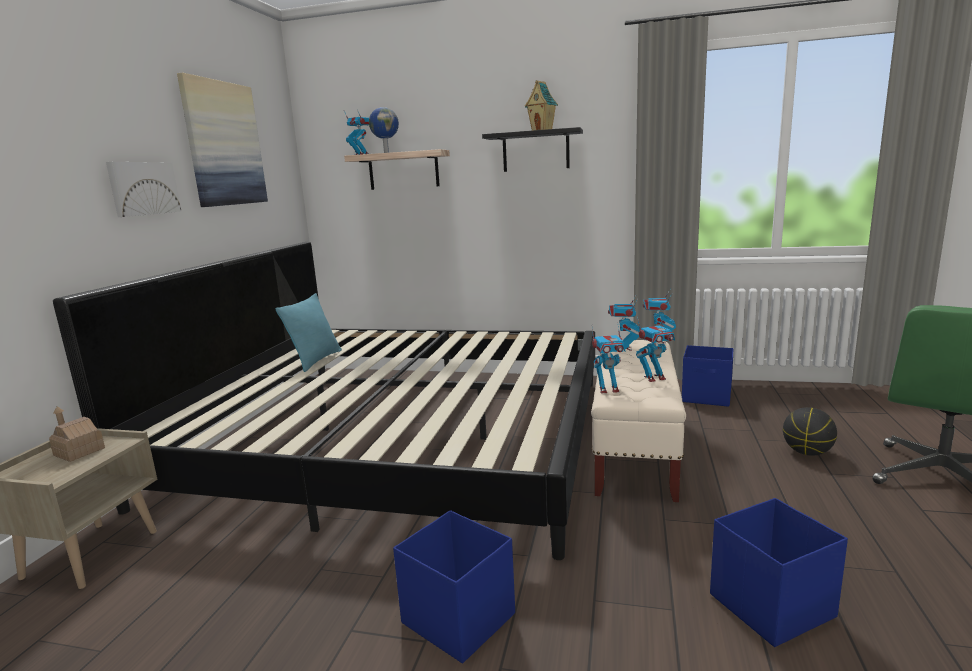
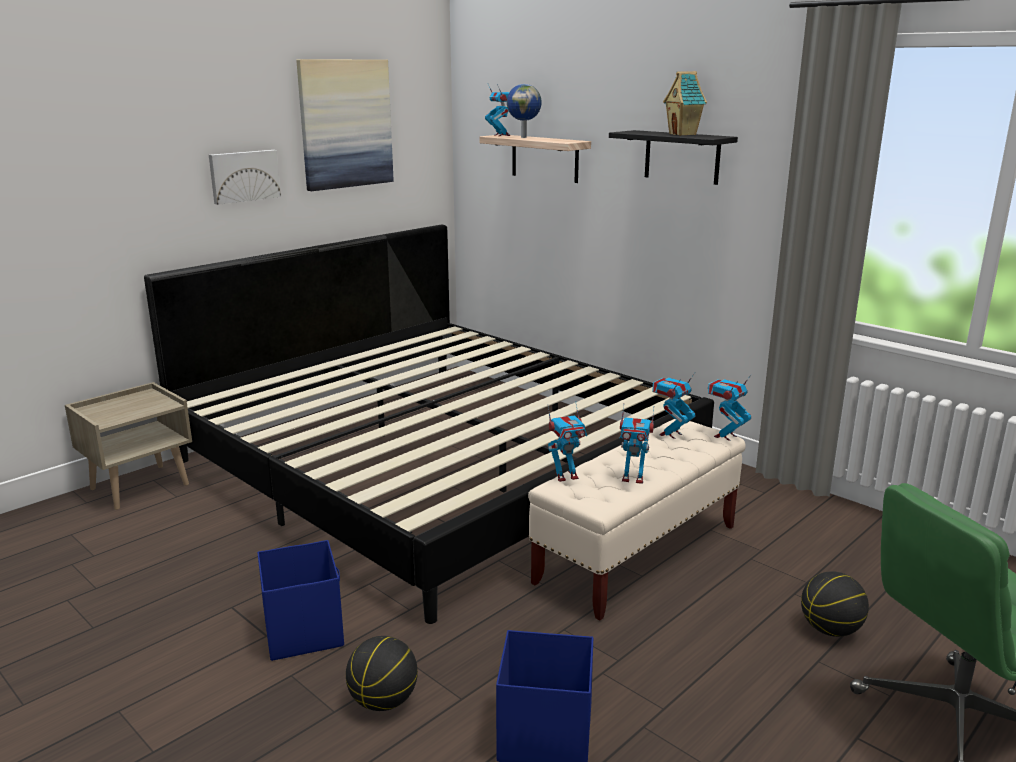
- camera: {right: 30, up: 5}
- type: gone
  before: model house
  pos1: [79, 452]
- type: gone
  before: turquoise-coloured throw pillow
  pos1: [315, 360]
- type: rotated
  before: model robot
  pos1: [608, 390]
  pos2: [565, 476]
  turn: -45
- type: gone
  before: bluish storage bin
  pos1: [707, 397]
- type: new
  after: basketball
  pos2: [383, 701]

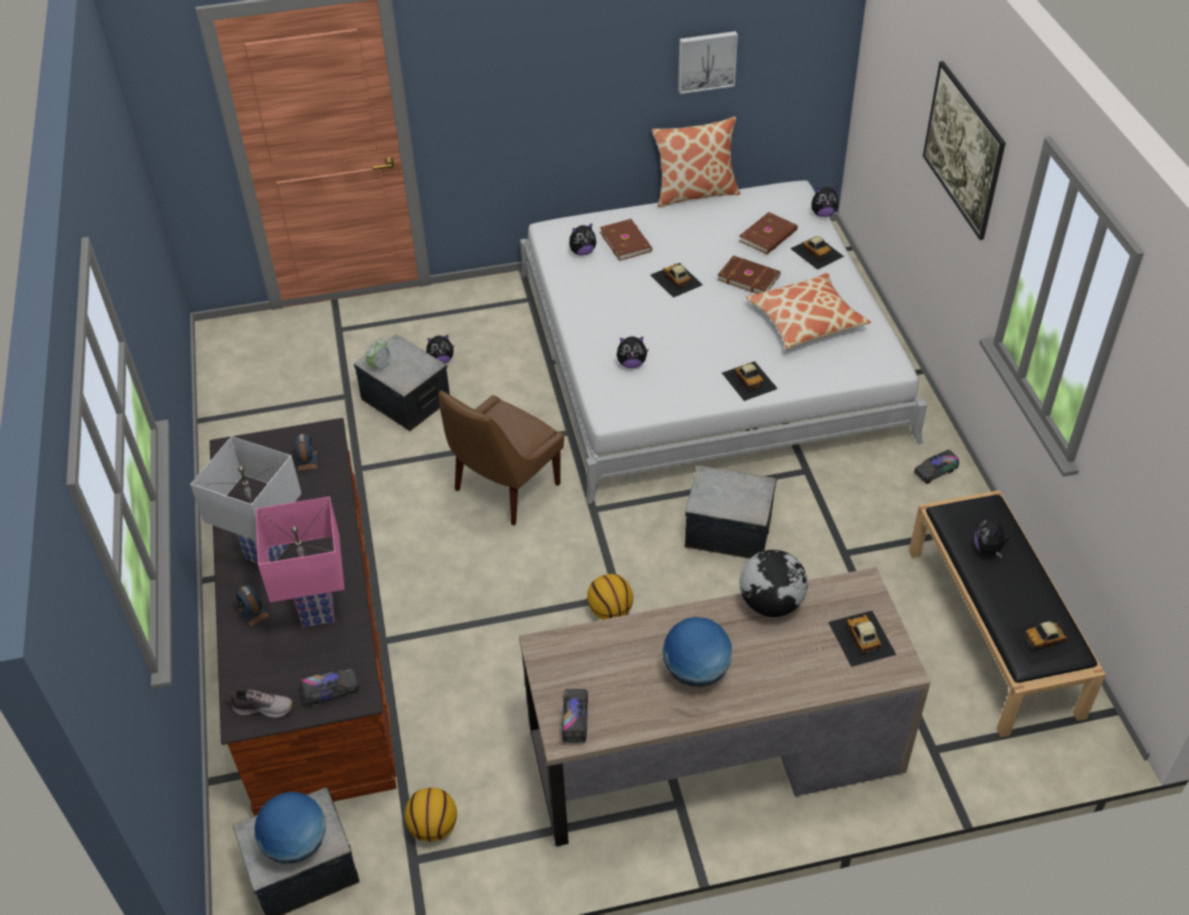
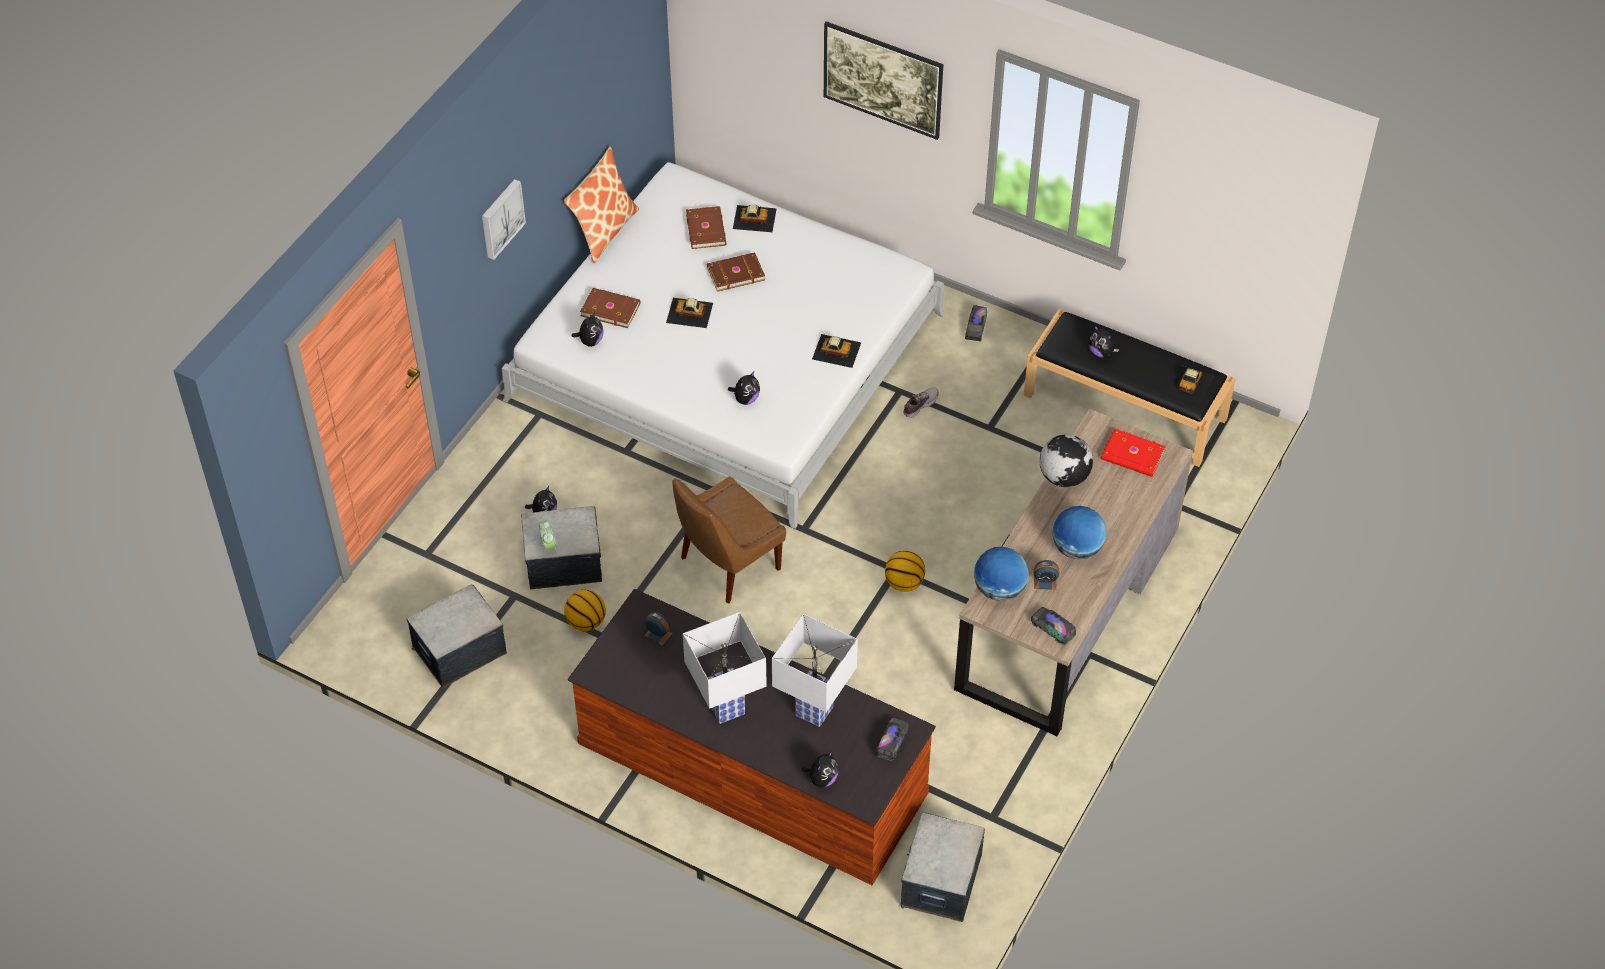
- camera: {right: -50, up: 5}
- type: shifted
  before: shoe
  pos1: [263, 707]
  pos2: [919, 405]
- type: shifted
  before: bedside clock
  pos1: [253, 613]
  pos2: [1045, 582]
- type: shifted
  before: globe
  pos1: [296, 844]
  pos2: [999, 590]
- type: repainted
  before: pink-coloured tabletop lamp
  after: white tabletop lamp
  pos1: [318, 611]
  pos2: [814, 710]
- type: shifted
  before: basketball
  pos1: [433, 827]
  pos2: [586, 622]
- type: rotated
  before: brown chair
  pos1: [504, 489]
  pos2: [727, 565]
  turn: 60
- type: shifted
  before: picture
  pos1: [706, 61]
  pos2: [501, 218]
- type: shifted
  before: storage bin
  pos1: [728, 530]
  pos2: [459, 650]
- type: gone
  before: throw pillow
  pos1: [806, 320]
- type: shifted
  before: soft toy
  pos1: [823, 214]
  pos2: [822, 779]
- type: swapped
  before: toy car
  after: reddish volume
  pos1: [861, 638]
  pos2: [1132, 456]

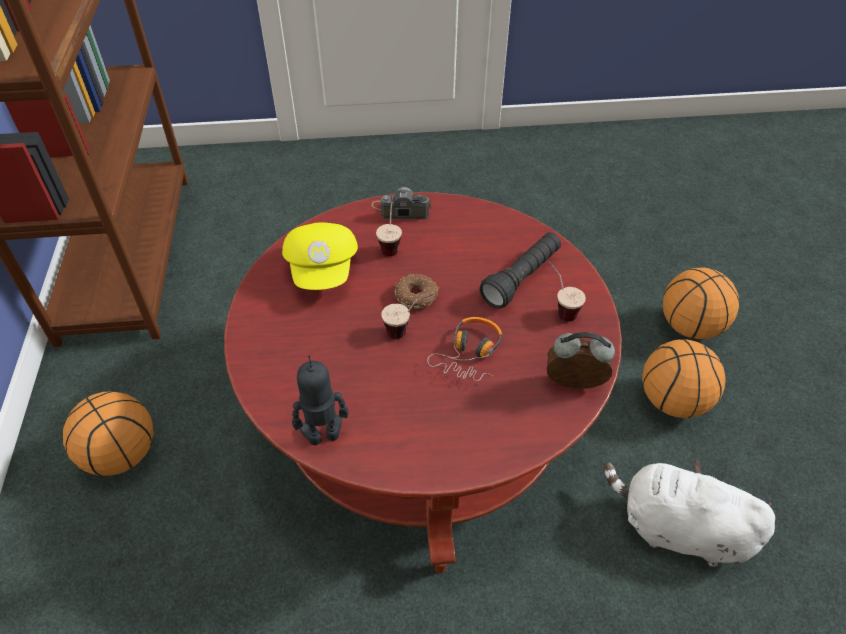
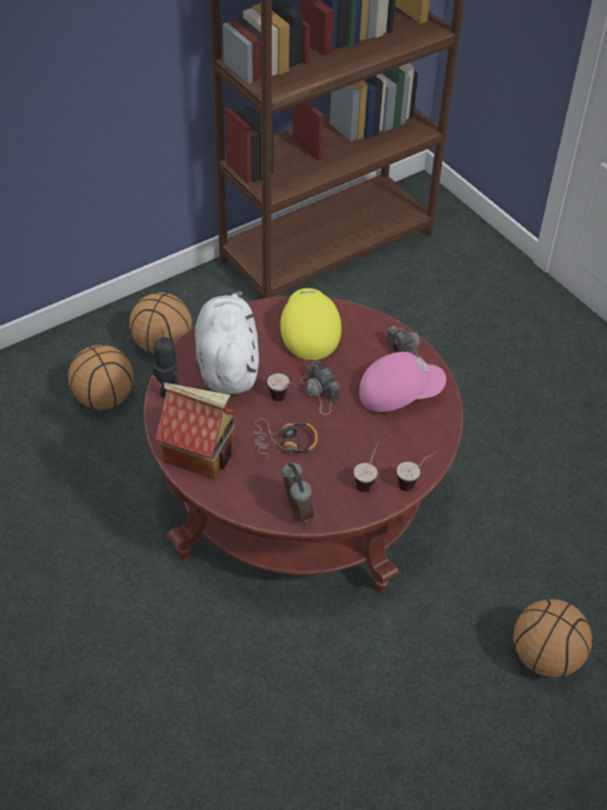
- camera: {right: 60, up: 0}
- type: rotated
  before: yellow-coloured baseball cap
  pos1: [323, 269]
  pos2: [308, 333]
  turn: 120
- type: shifted
  before: cup
  pos1: [391, 243]
  pos2: [415, 482]
- type: swapped
  before: donut
  after: photo camera
  pos1: [417, 296]
  pos2: [319, 393]
- type: gone
  before: black hand torch
  pos1: [521, 278]
- type: shifted
  before: white soft toy
  pos1: [677, 529]
  pos2: [227, 364]
- type: shifted
  before: basketball
  pos1: [673, 401]
  pos2: [104, 399]
- type: new
  after: model house
  pos2: [201, 453]
- type: new
  after: pink-coloured baseball cap
  pos2: [399, 393]

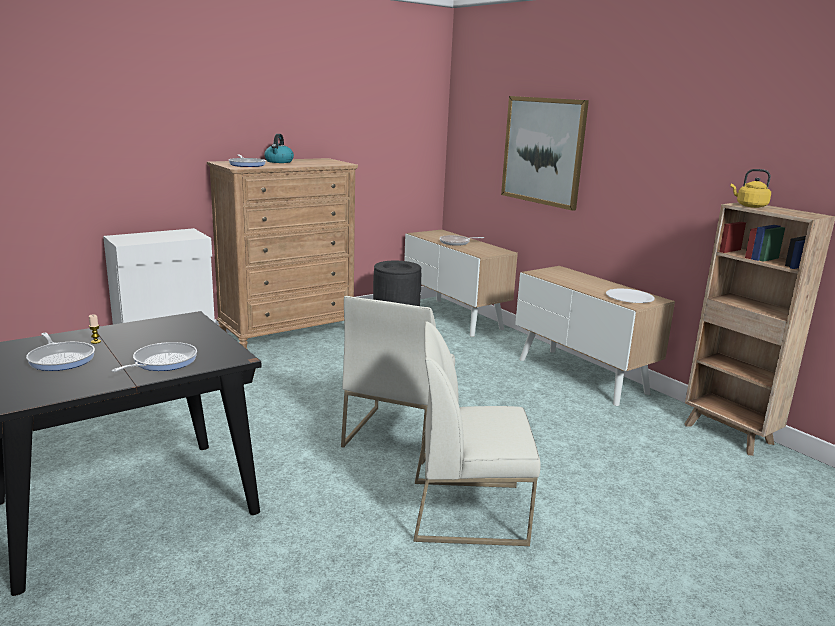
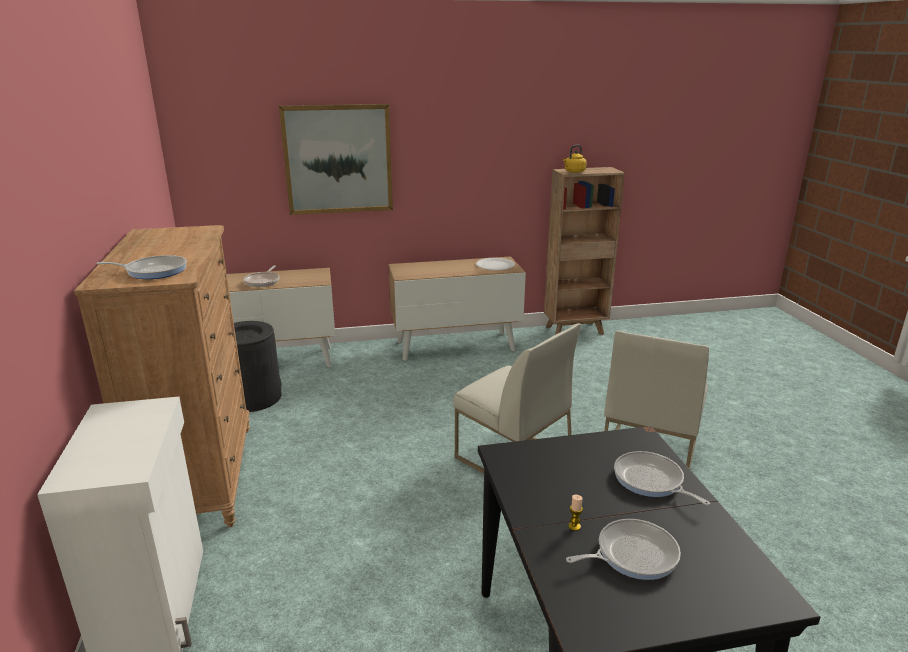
- camera: {right: -65, up: 5}
- type: gone
  before: kettle
  pos1: [279, 162]

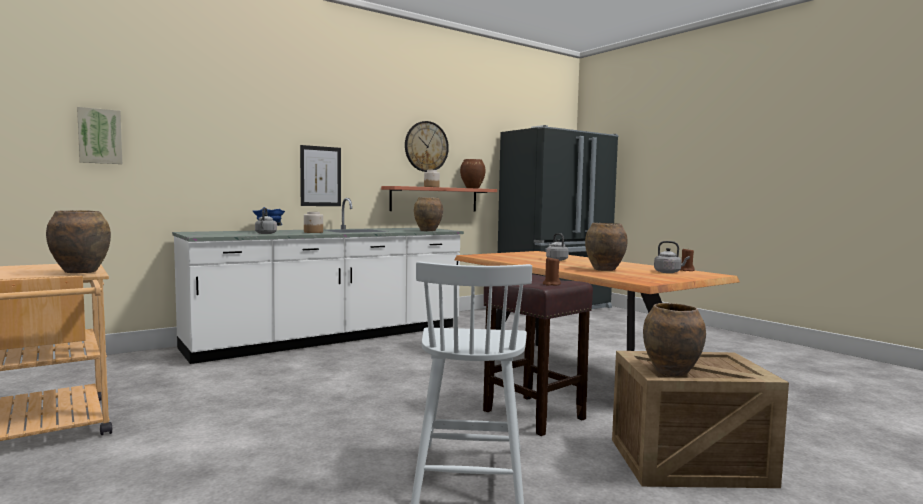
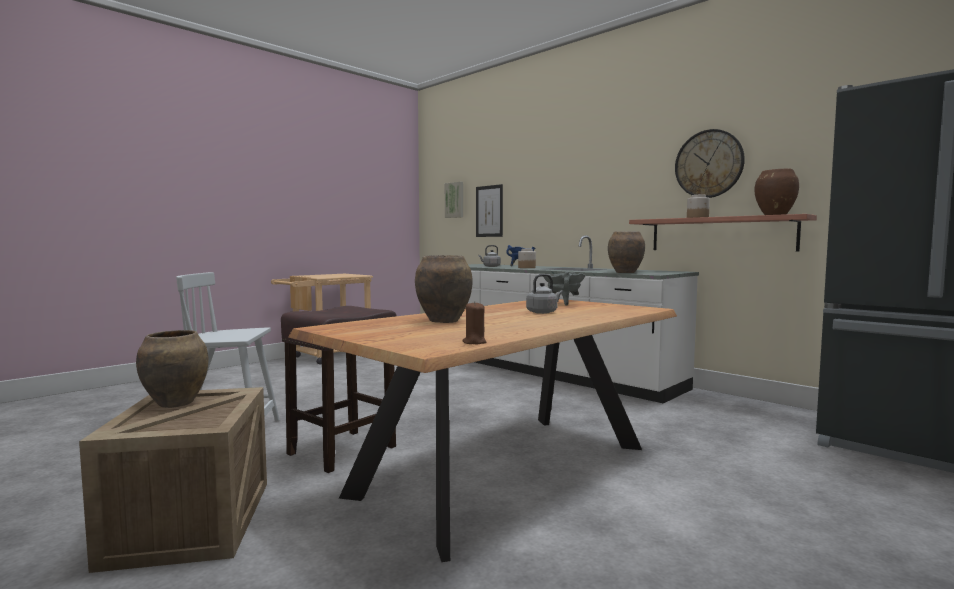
- camera: {right: 80, up: 0}
- type: gone
  before: brown flower vase
  pos1: [81, 272]
- type: shifted
  before: picture
  pos1: [320, 176]
  pos2: [489, 211]
- type: gone
  before: brown wax candle
  pos1: [551, 284]
- type: gone
  before: greyish kettle
  pos1: [668, 272]
- type: new
  after: greyish stockpot
  pos2: [563, 303]

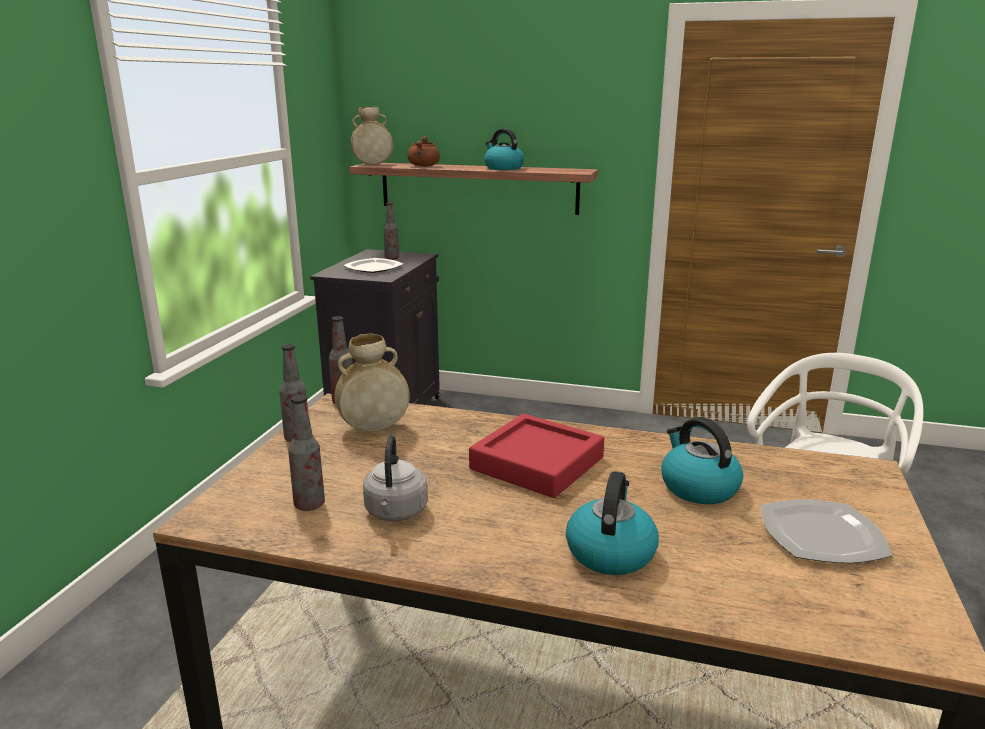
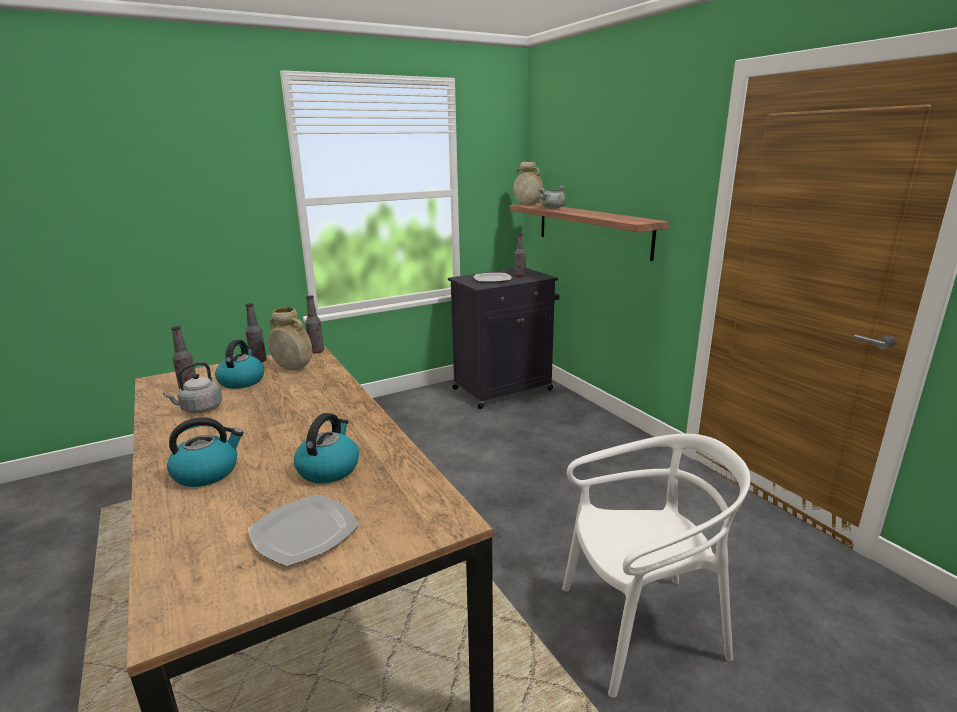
- camera: {right: 45, up: 0}
- type: repainted
  before: brown stockpot
  after: greyish stockpot
  pos1: [424, 166]
  pos2: [552, 208]
- type: gone
  before: reddish serving tray
  pos1: [537, 463]
- type: shifted
  before: kettle
  pos1: [503, 168]
  pos2: [242, 381]

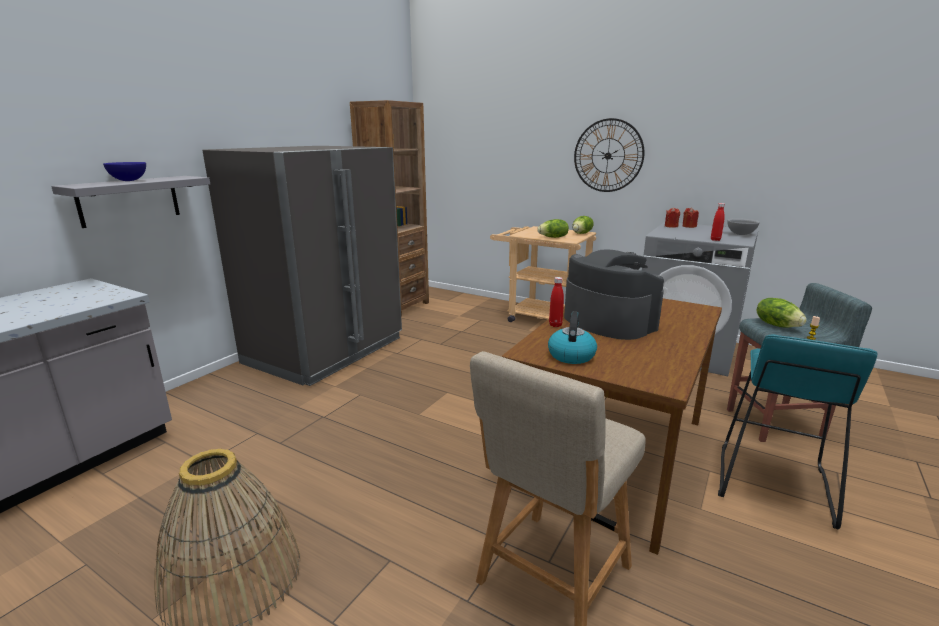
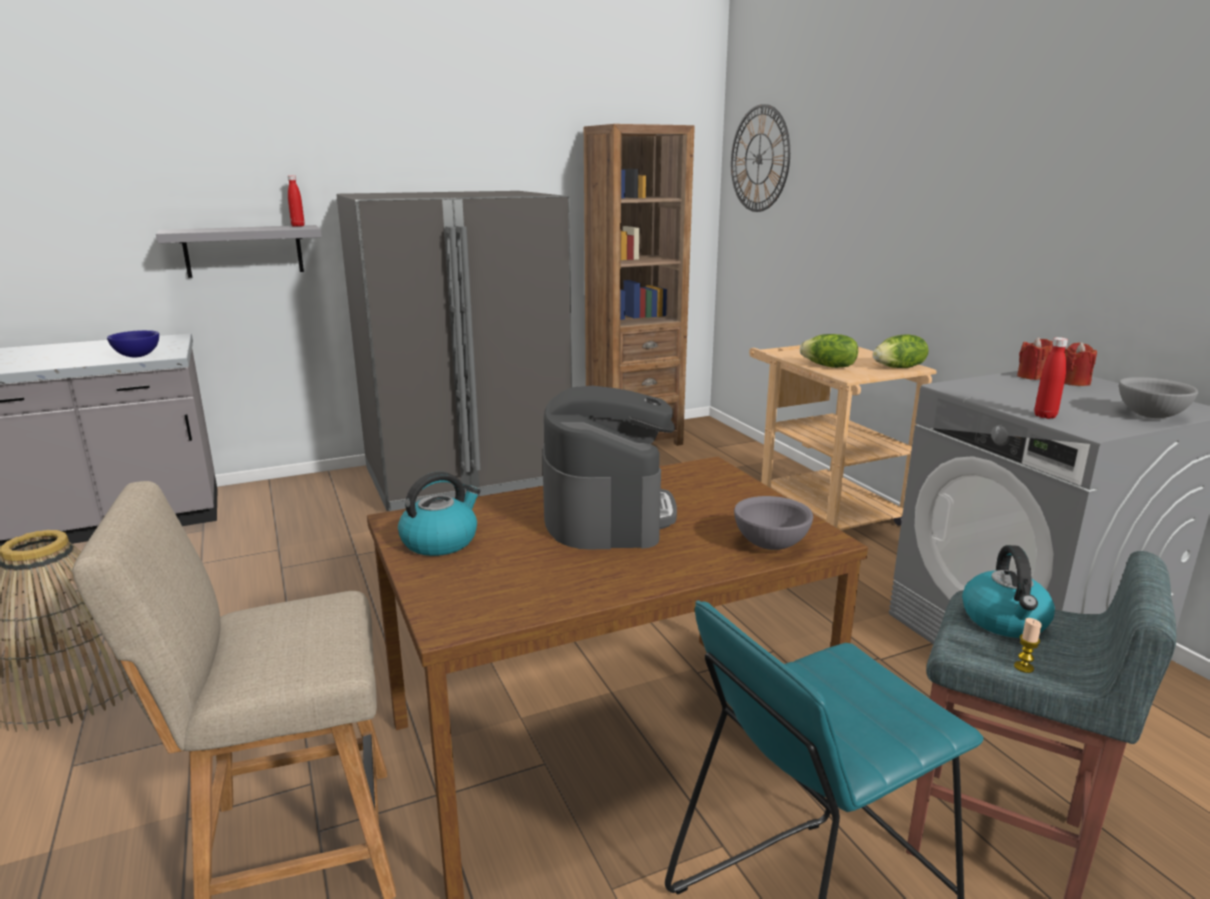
- camera: {right: 35, up: 0}
- type: shifted
  before: bluish bowl
  pos1: [128, 180]
  pos2: [137, 356]
- type: shifted
  before: reddish drink bottle
  pos1: [555, 325]
  pos2: [298, 226]
- type: shifted
  before: hanging clock
  pos1: [608, 155]
  pos2: [759, 159]
- type: swapped
  before: lettuce head
  after: kettle
  pos1: [777, 325]
  pos2: [1005, 621]
- type: new
  after: greyish bowl
  pos2: [772, 545]

